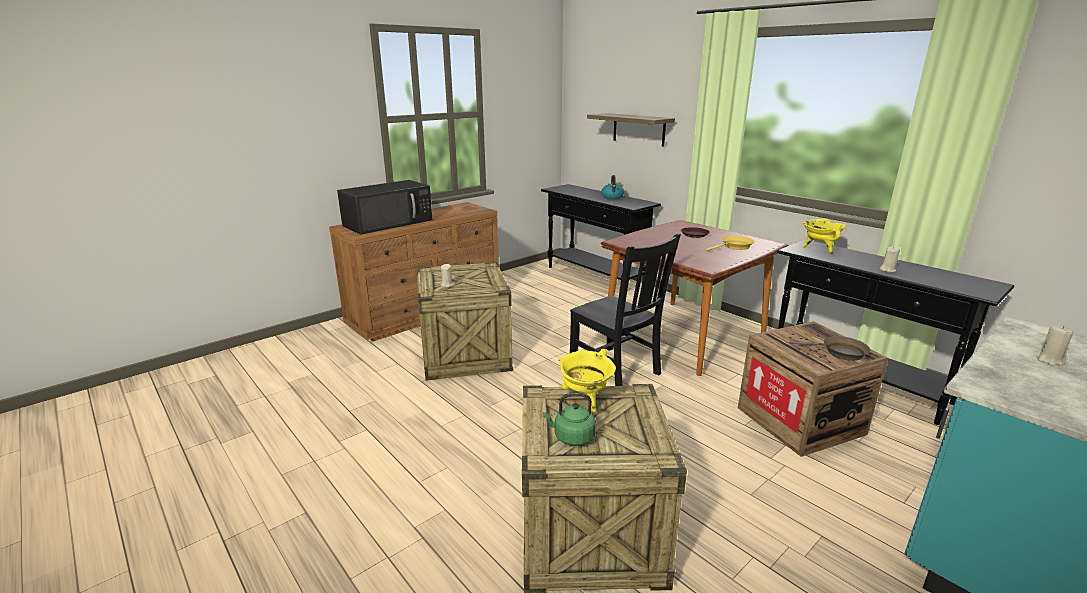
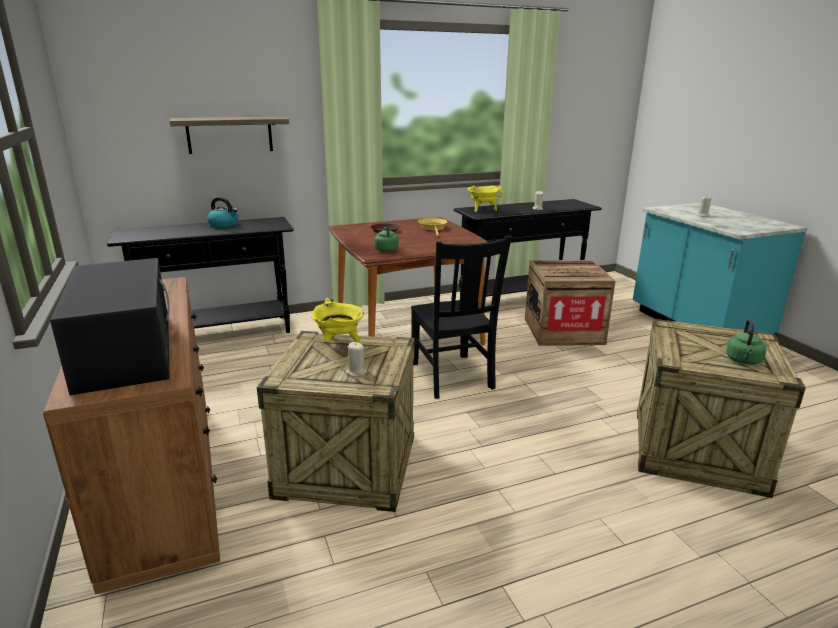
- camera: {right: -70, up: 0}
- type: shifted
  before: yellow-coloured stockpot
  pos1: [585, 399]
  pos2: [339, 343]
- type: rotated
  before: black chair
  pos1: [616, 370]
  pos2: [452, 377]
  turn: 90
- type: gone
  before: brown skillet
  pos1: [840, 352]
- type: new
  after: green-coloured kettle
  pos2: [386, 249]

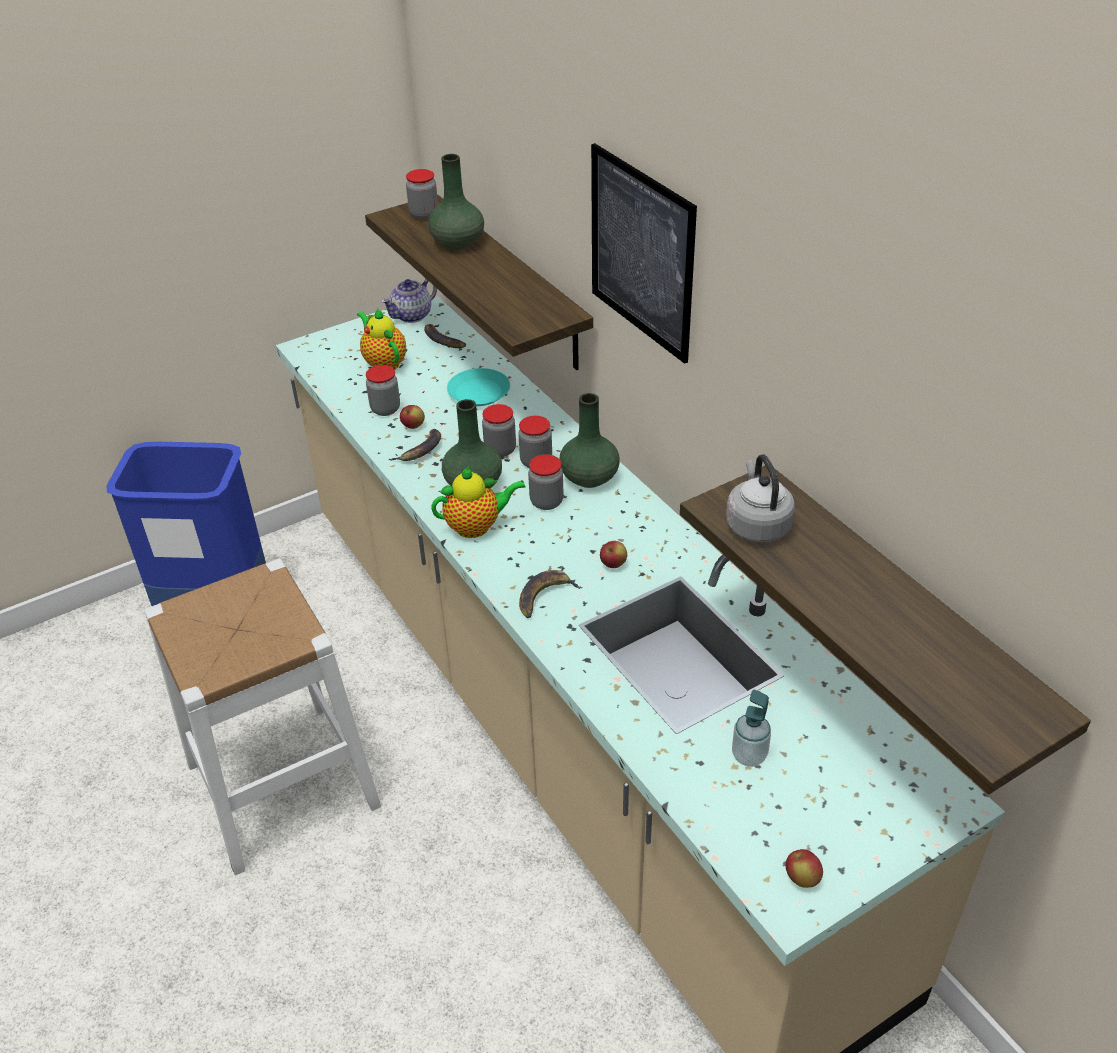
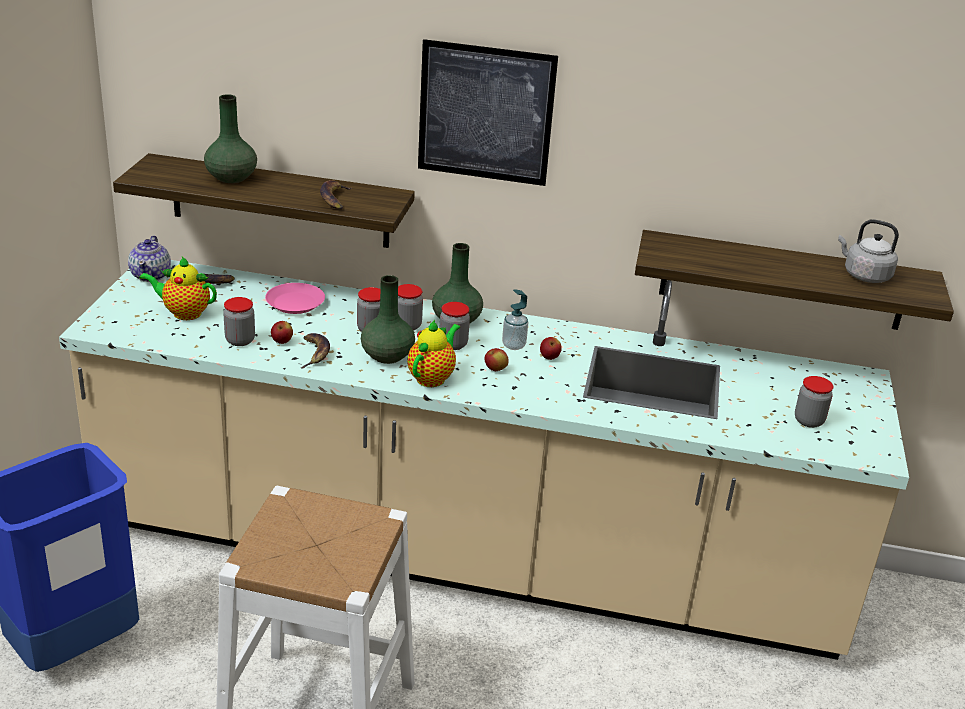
- camera: {right: -50, up: -10}
- type: shifted
  before: storage jar
  pos1: [424, 214]
  pos2: [808, 421]
- type: repainted
  before: turquoise-coloured dinner plate
  after: pink-coloured dinner plate
  pos1: [479, 393]
  pos2: [296, 303]
- type: shifted
  before: banana
  pos1: [545, 596]
  pos2: [334, 199]
- type: shifted
  before: greyish kettle
  pos1: [757, 524]
  pos2: [864, 275]
- type: shifted
  before: soap dispenser
  pos1: [749, 755]
  pos2: [513, 345]
- type: shifted
  before: apple fruit
  pos1: [802, 878]
  pos2: [495, 369]

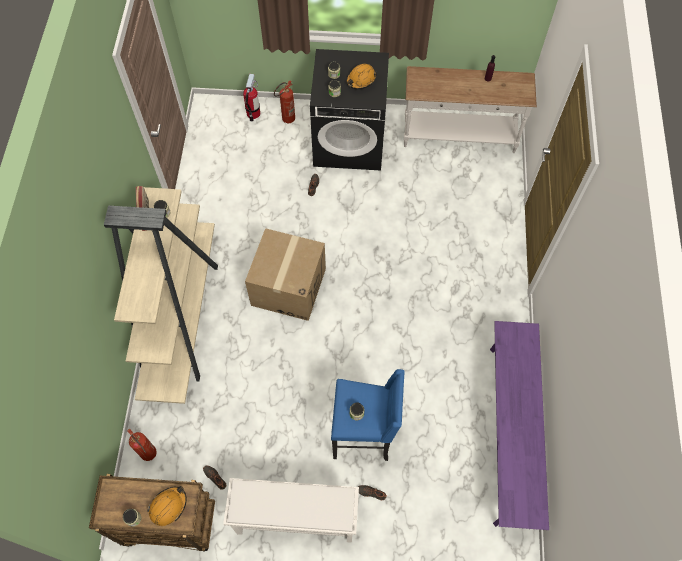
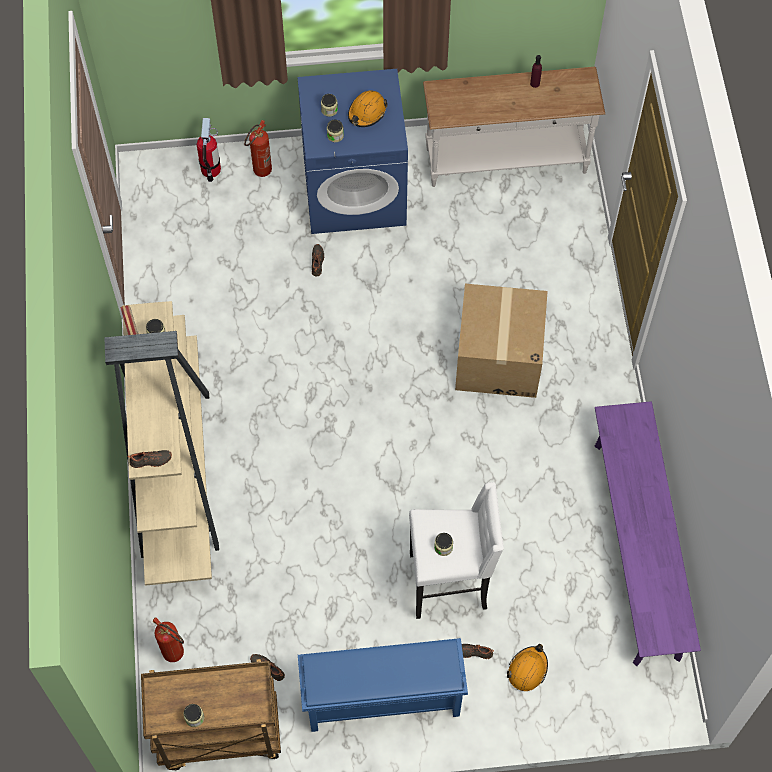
- camera: {right: -10, up: 0}
- type: shifted
  before: orangey hard hat
  pos1: [168, 506]
  pos2: [527, 670]
- type: repainted
  before: white shoe rack
  after: bluish shoe rack
  pos1: [294, 519]
  pos2: [381, 700]
- type: shifted
  before: carton
  pos1: [288, 286]
  pos2: [498, 357]
- type: repainted
  before: black washing machine
  after: bluish washing machine
  pos1: [349, 142]
  pos2: [355, 191]
- type: repainted
  before: bluish stool seat
  after: white stool seat
  pos1: [364, 435]
  pos2: [450, 582]
- type: new
  after: black shoe
  pos2: [151, 461]

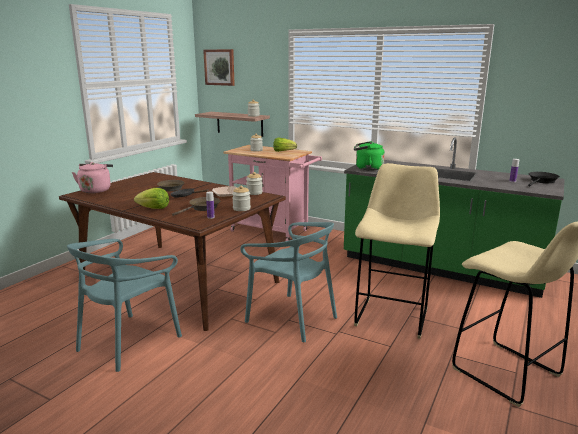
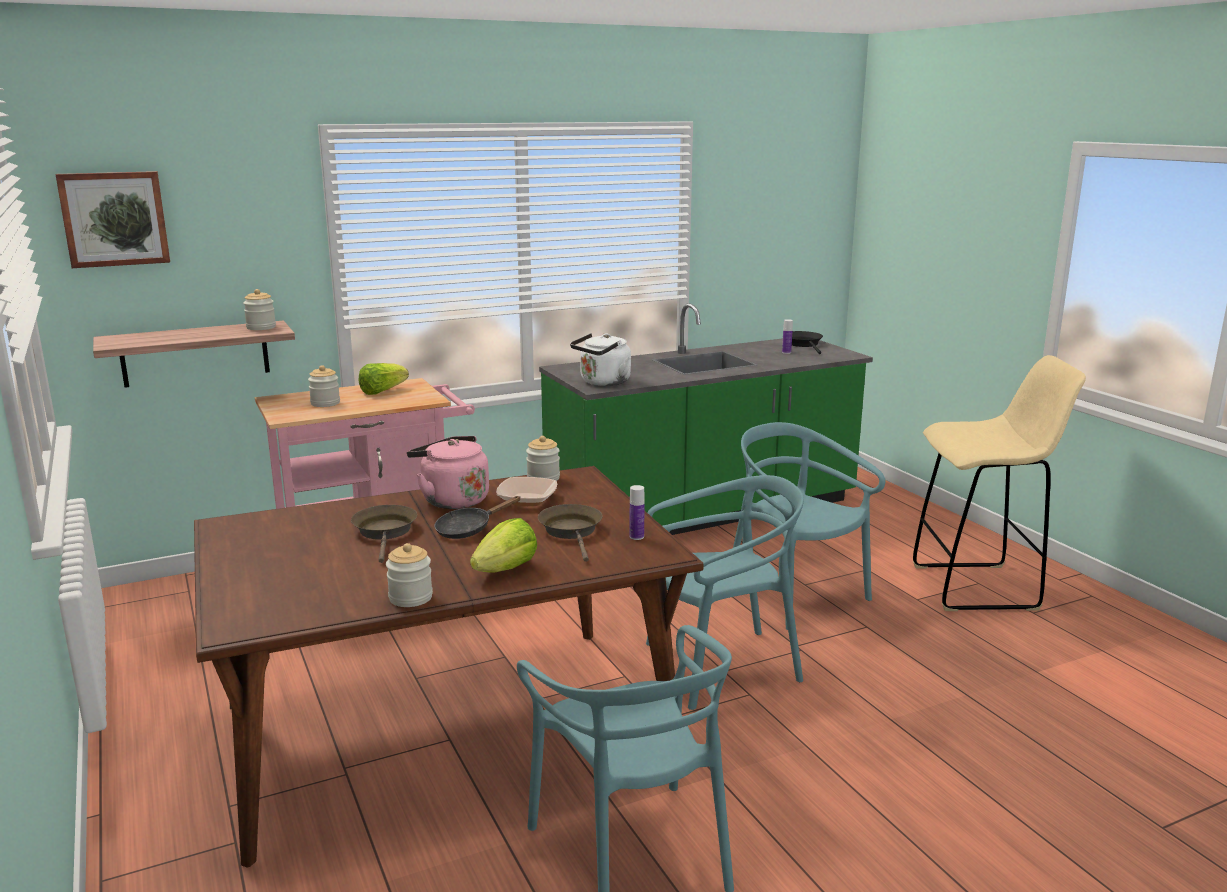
- camera: {right: -55, up: 0}
- type: shifted
  before: pink-coloured kettle
  pos1: [96, 190]
  pos2: [452, 500]
- type: shifted
  before: storage jar
  pos1: [241, 208]
  pos2: [410, 598]
- type: repainted
  before: green-coloured kettle
  after: white kettle
  pos1: [367, 168]
  pos2: [603, 383]
- type: swapped
  before: beige-coloured stool seat
  after: turquoise-coloured chair
  pos1: [392, 316]
  pos2: [794, 595]

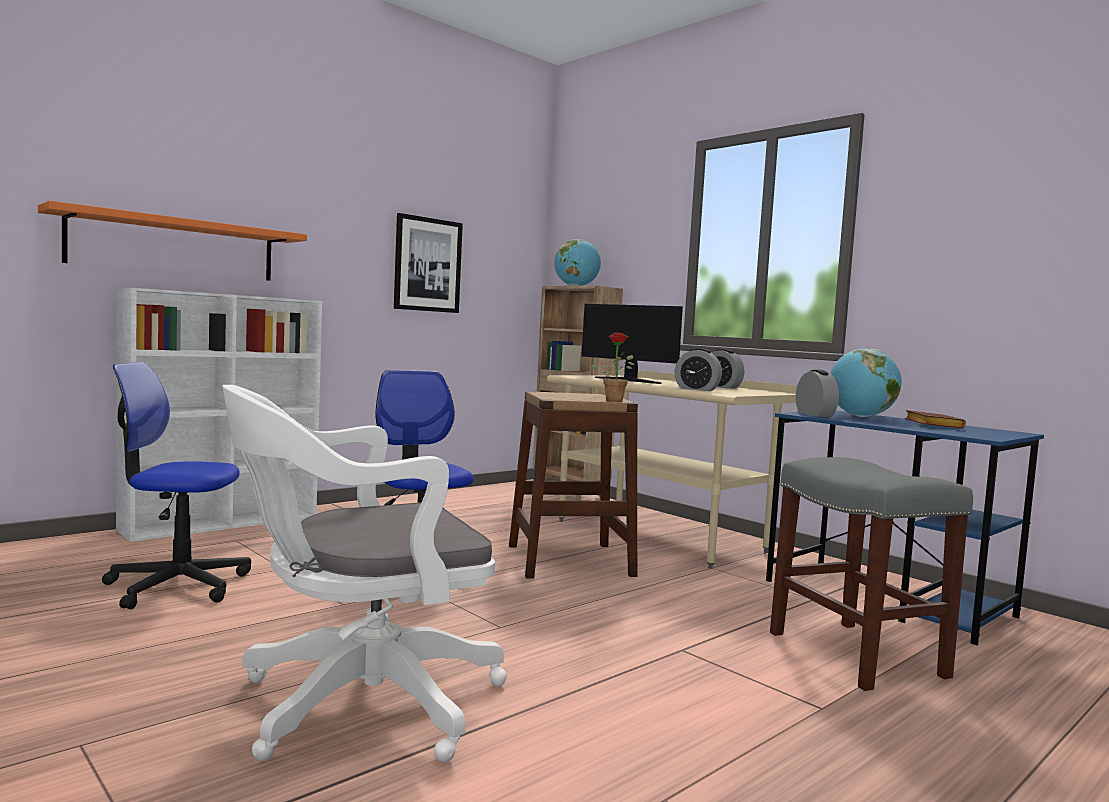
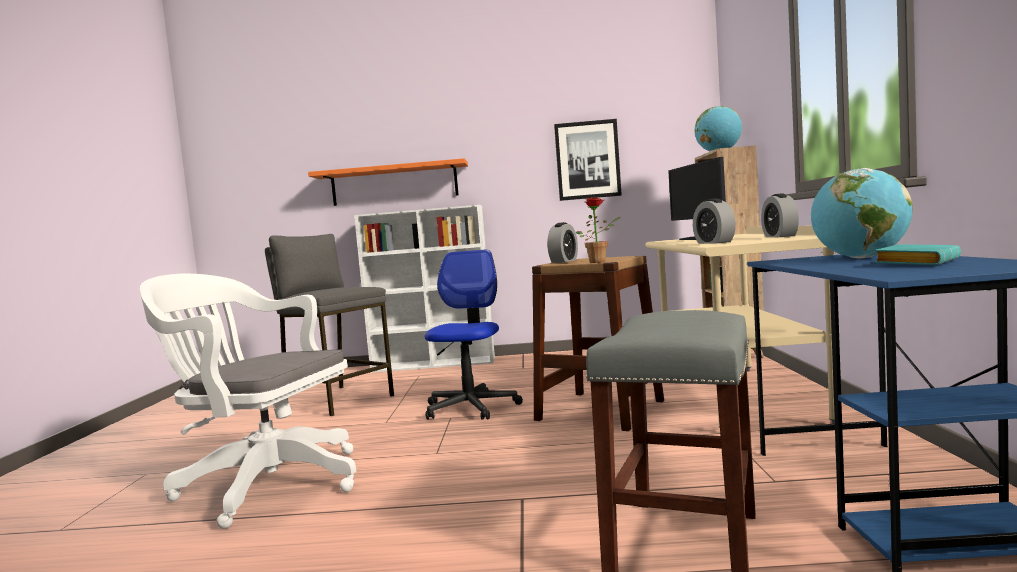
- camera: {right: 45, up: 0}
- type: swapped
  before: desk chair
  after: greyish stool seat
  pos1: [177, 585]
  pos2: [338, 399]
- type: shifted
  before: bedside clock
  pos1: [815, 415]
  pos2: [564, 261]
- type: repainted
  before: brown volume
  after: turquoise-coloured volume
  pos1: [931, 425]
  pos2: [915, 263]

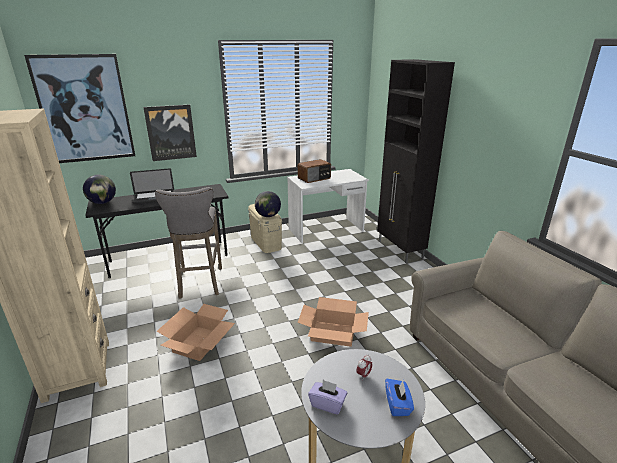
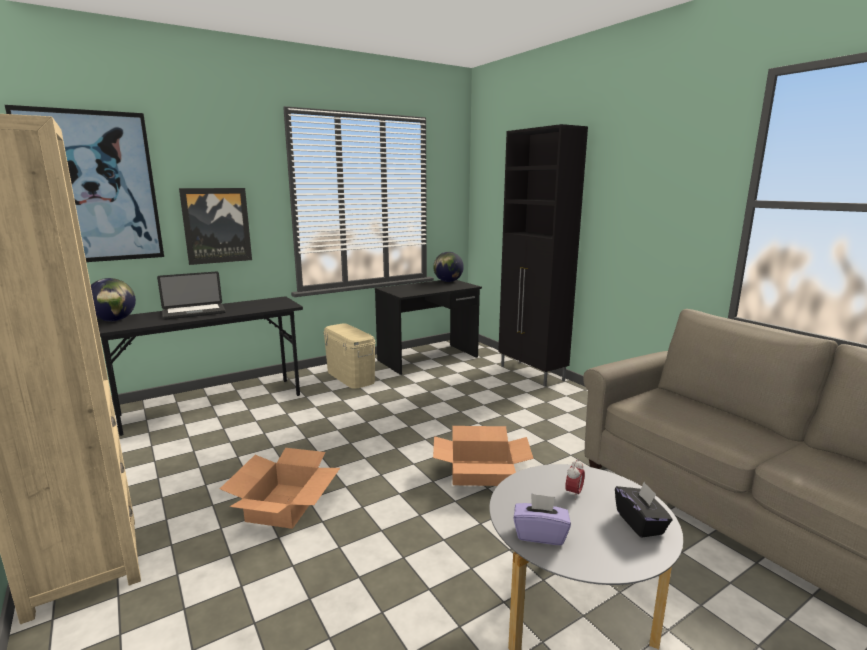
- camera: {right: -10, up: -10}
- type: gone
  before: greyish stool seat
  pos1: [200, 284]
- type: shifted
  before: globe
  pos1: [268, 216]
  pos2: [448, 281]
- type: repainted
  before: white desk
  after: black desk
  pos1: [326, 230]
  pos2: [429, 359]
- type: gone
  before: radio set
  pos1: [314, 178]
- type: repainted
  before: bluish tissue box
  after: black tissue box
  pos1: [397, 405]
  pos2: [640, 523]

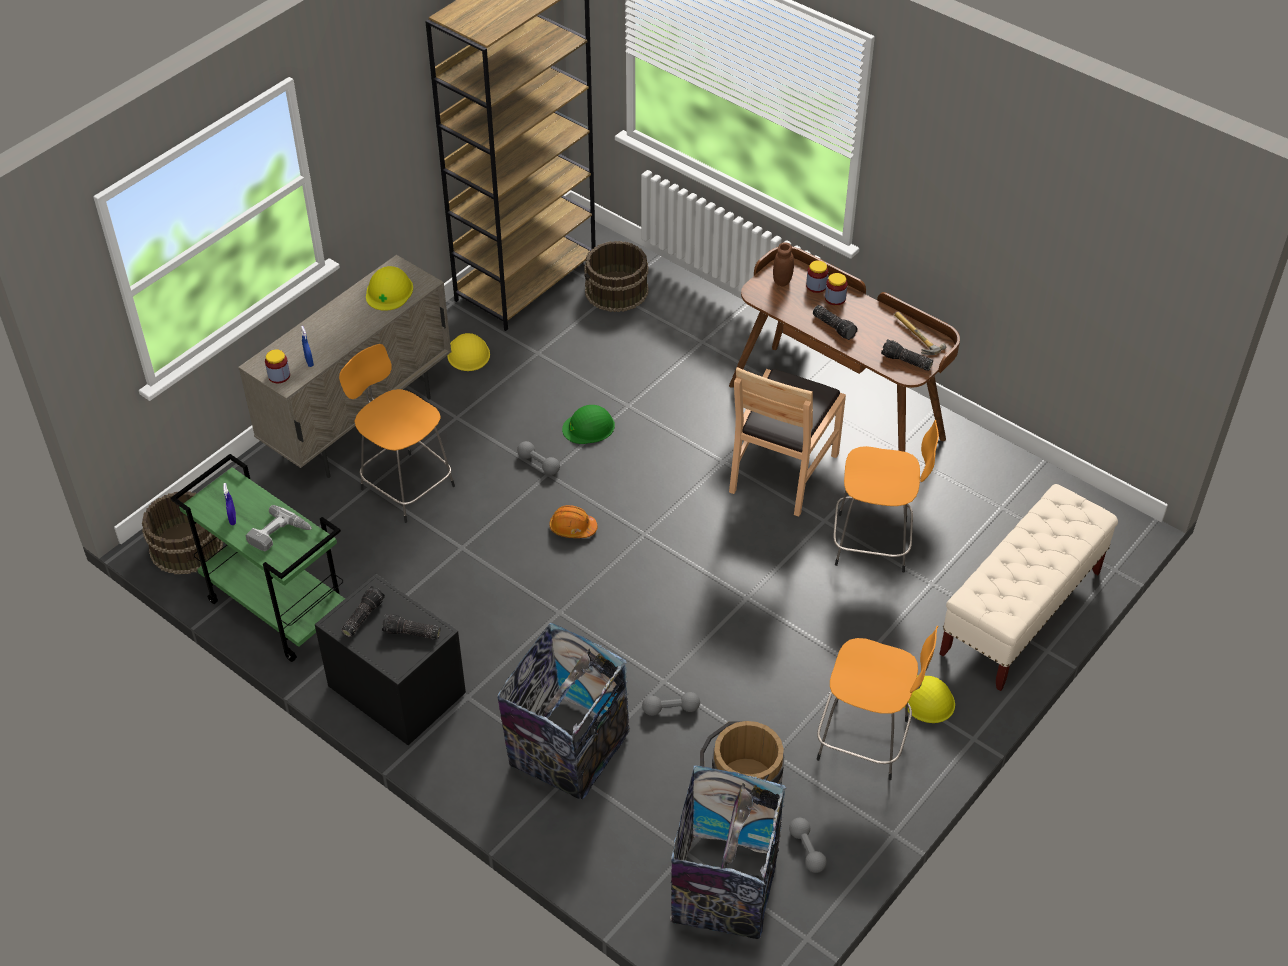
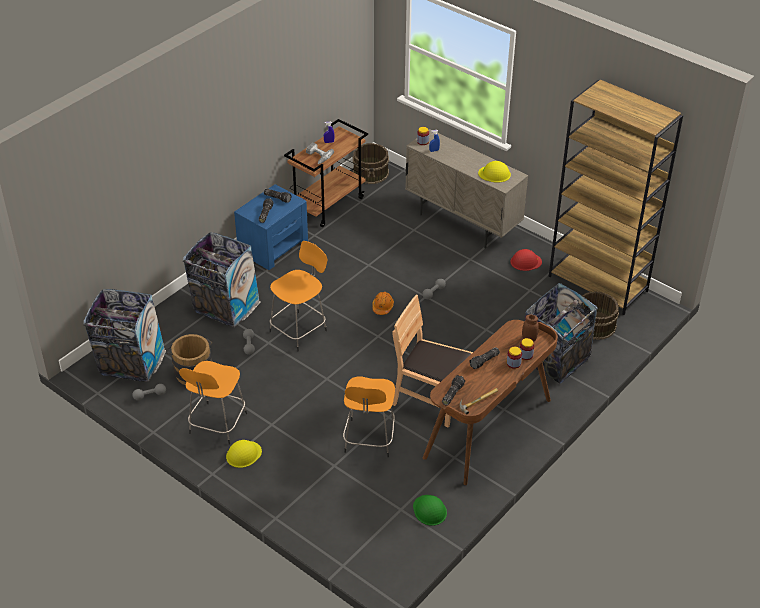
- camera: {right: 90, up: -5}
- type: repainted
  before: green-coloured cart
  after: brown cart
  pos1: [276, 609]
  pos2: [328, 204]
- type: repainted
  before: black night table
  after: bluish night table
  pos1: [396, 688]
  pos2: [273, 246]
- type: shifted
  before: orangey stool seat
  pos1: [405, 485]
  pos2: [299, 330]
- type: repainted
  before: yellow-coloured hard hat
  after: reddish hard hat
  pos1: [468, 353]
  pos2: [525, 262]
- type: shifted
  before: green-coloured hard hat
  pos1: [589, 427]
  pos2: [429, 510]
- type: gone
  before: beige-coloured indoor bench
  pos1: [1020, 613]
- type: new
  after: trash can
  pos2: [555, 361]

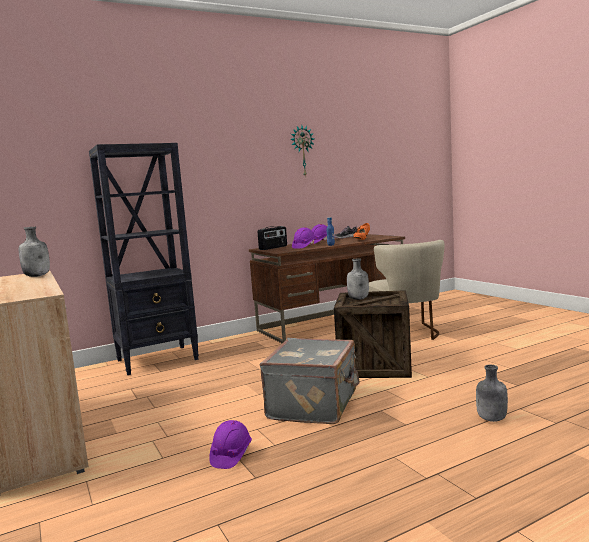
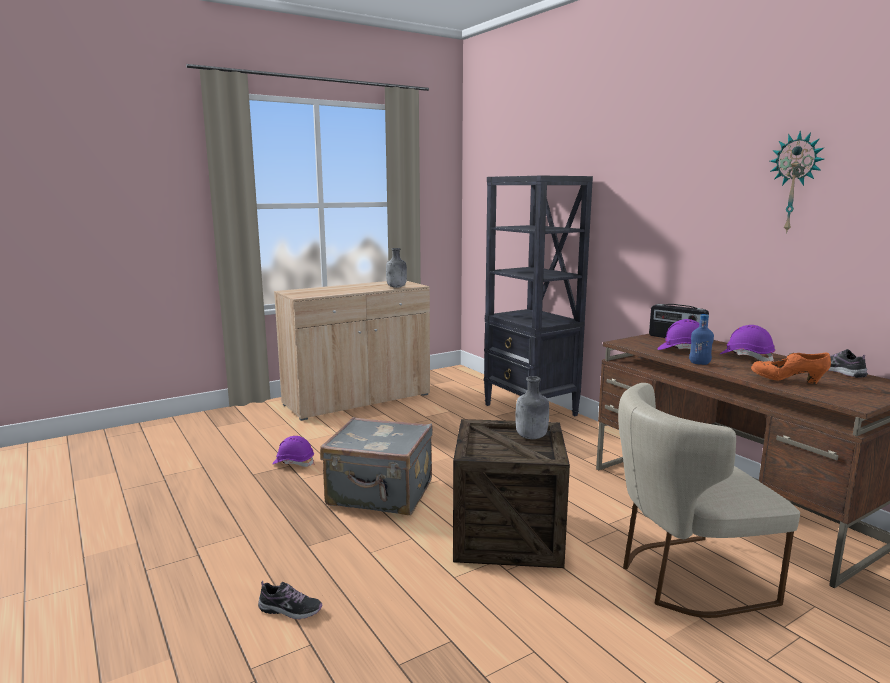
- camera: {right: 85, up: 5}
- type: swapped
  before: greyish drink bottle
  after: shoe
  pos1: [491, 419]
  pos2: [290, 610]

